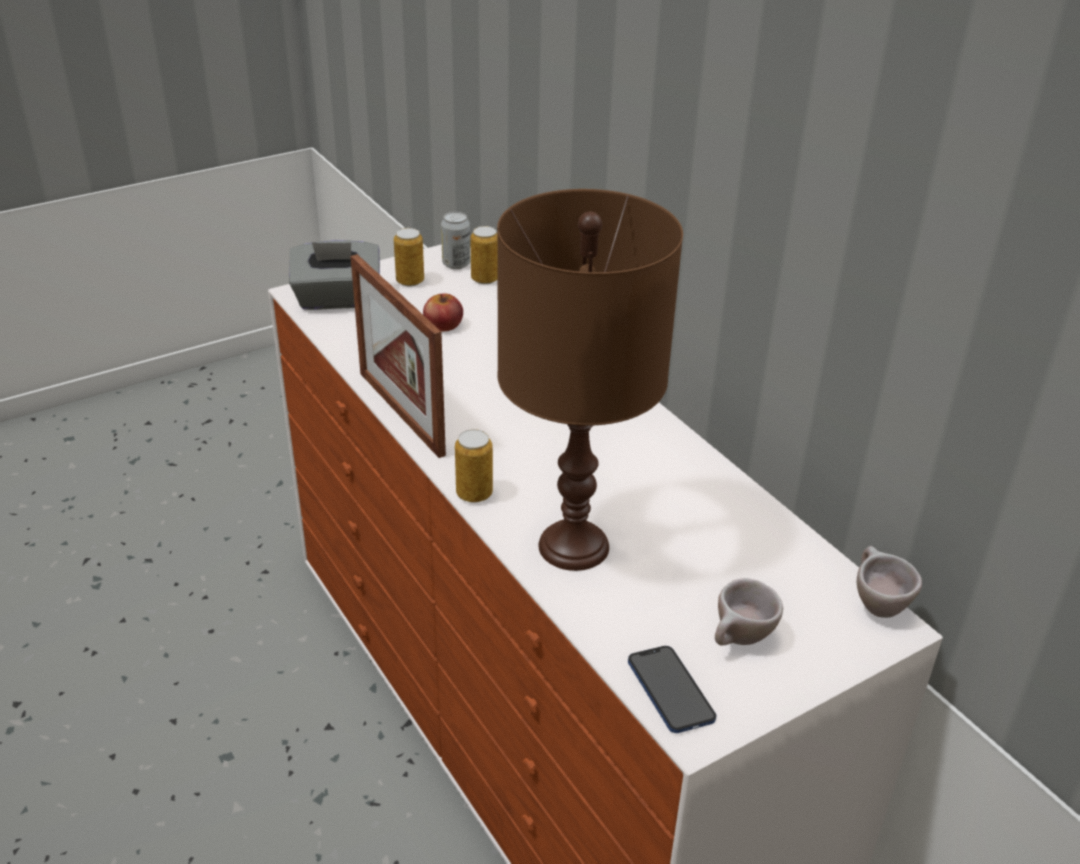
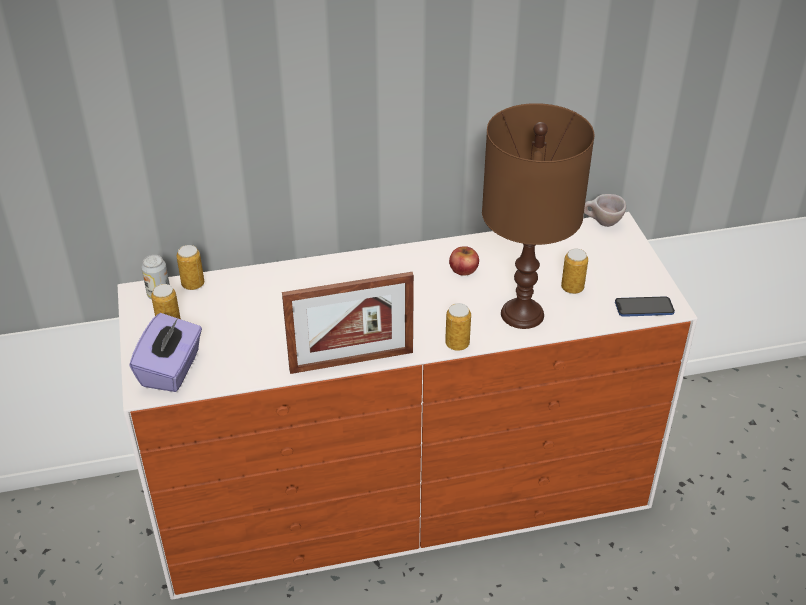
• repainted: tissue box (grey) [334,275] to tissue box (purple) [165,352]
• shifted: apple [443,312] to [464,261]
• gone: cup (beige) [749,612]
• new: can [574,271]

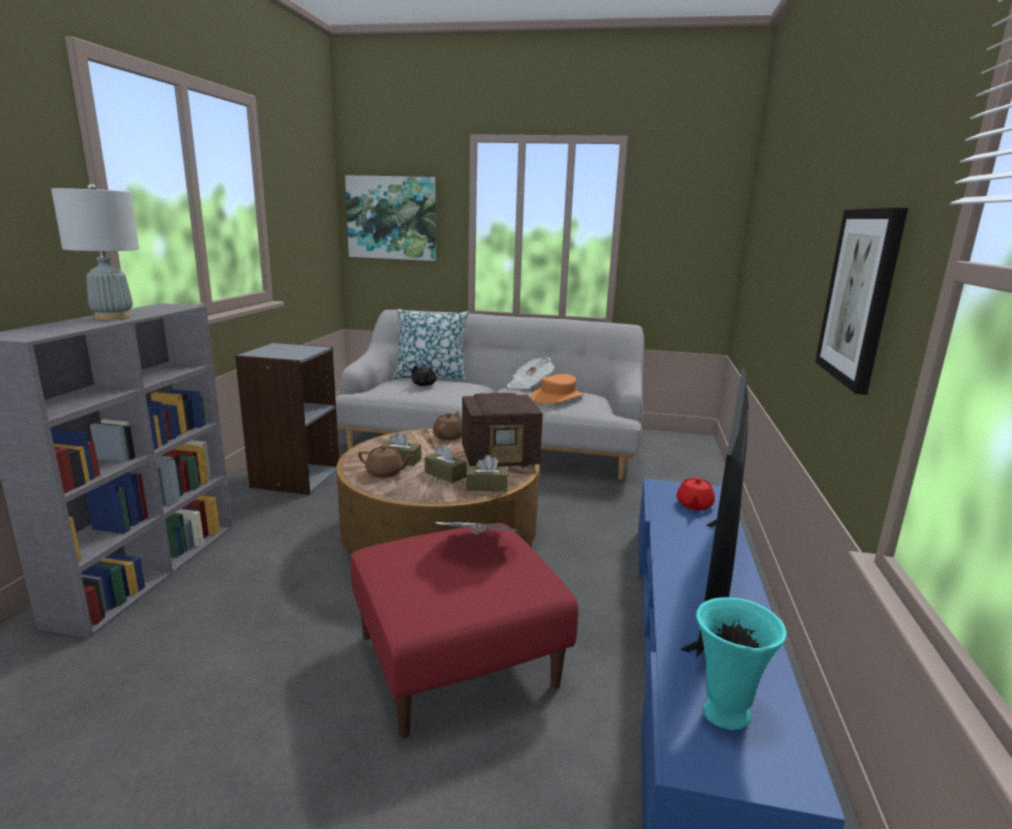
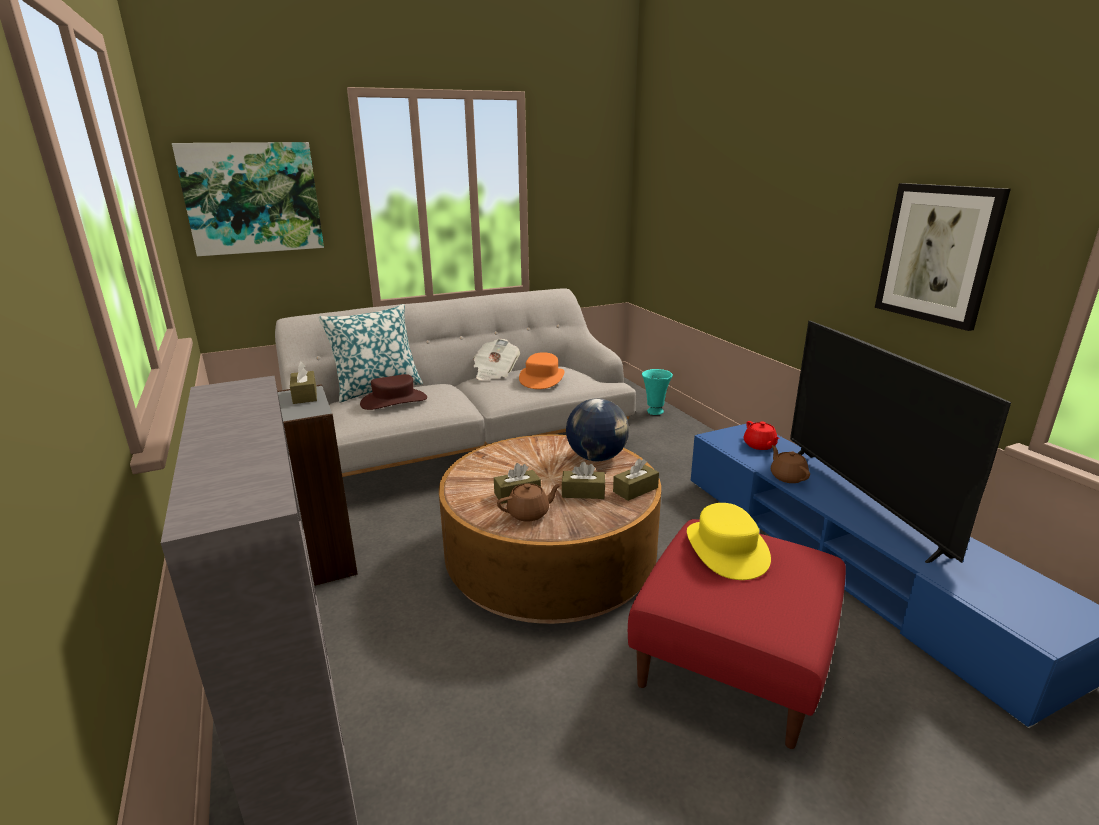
• gone: table lamp (grey) [95,252]
• swapped: plush toy (black) [424,375] to hat (brown) [393,392]
• swapped: radio [502,430] to globe [597,429]
• shifted: teapot (brown) [447,425] to [790,464]
• swapped: newspaper [477,528] to hat (yellow) [729,541]
• shifted: vase (turquoise) [741,663] to [657,392]
• new: tissue box (brown) [303,382]

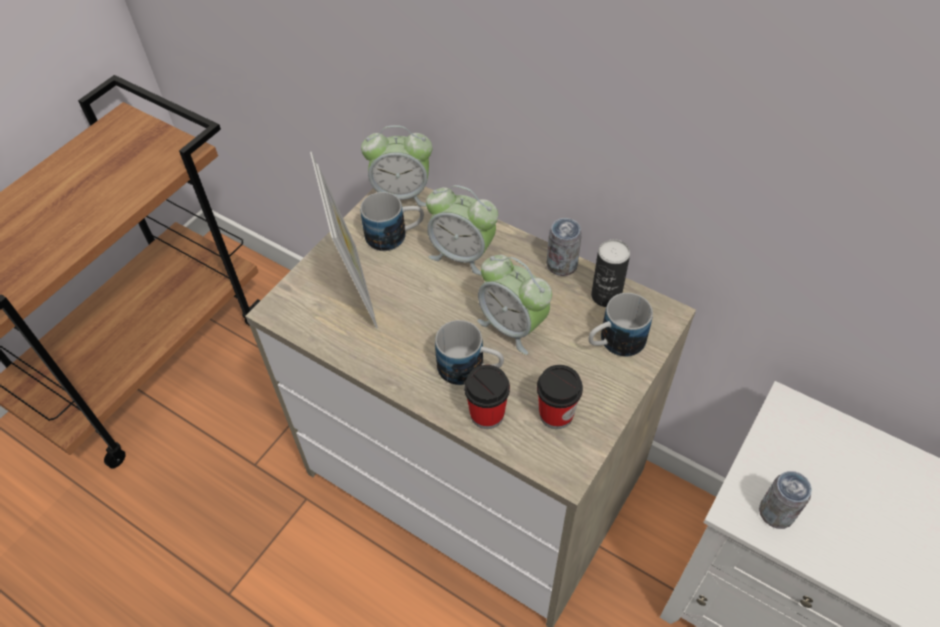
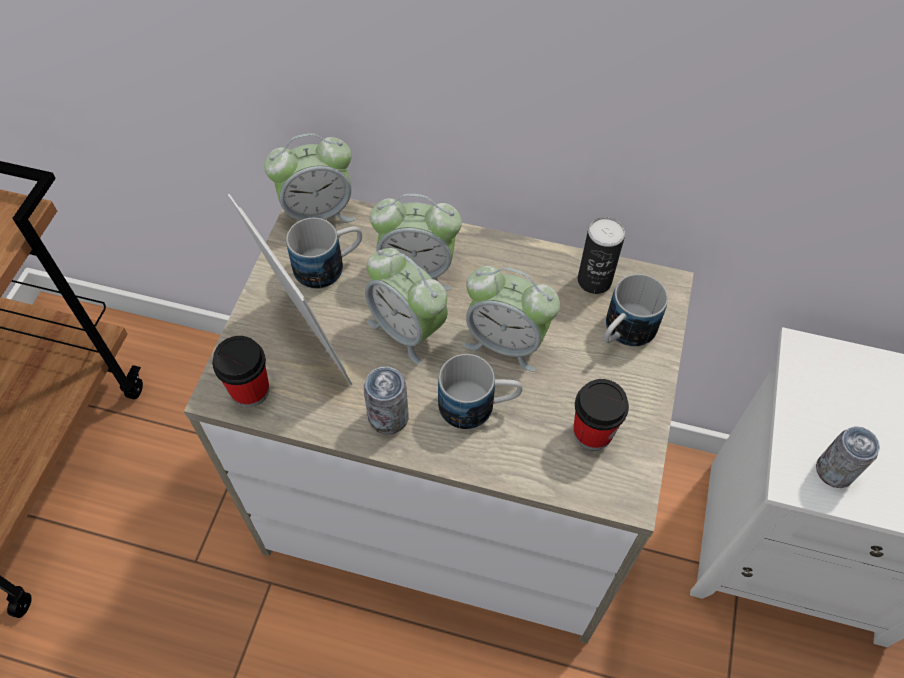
• shifted: can [564,247] to [386,401]
• shifted: cup [487,397] to [240,371]
• new: alarm clock [406,306]

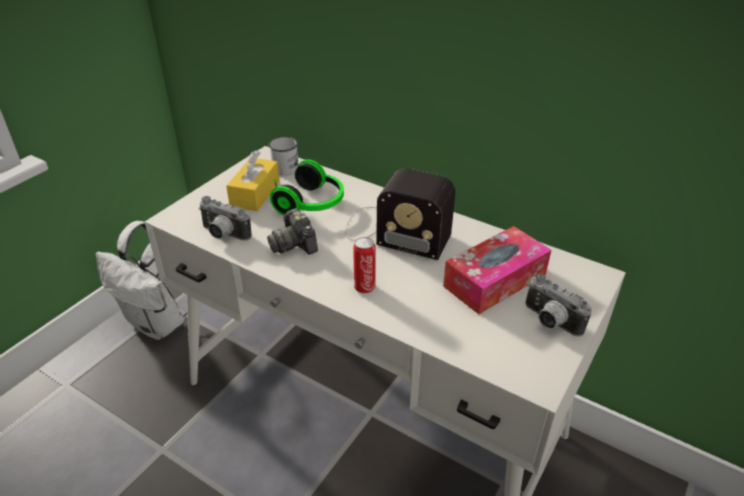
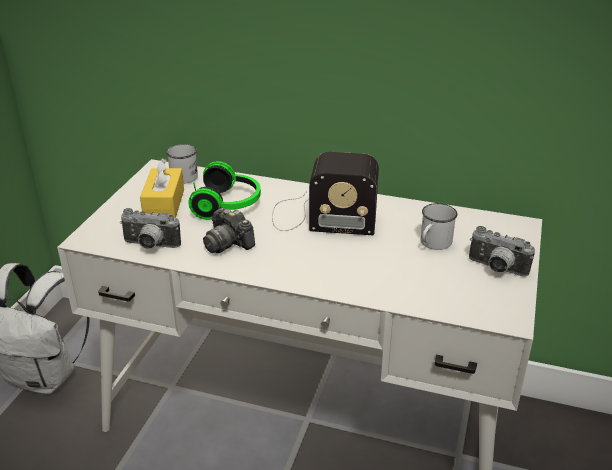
• swapped: tissue box [497,270] to mug (white) [439,226]
• gone: can [364,265]

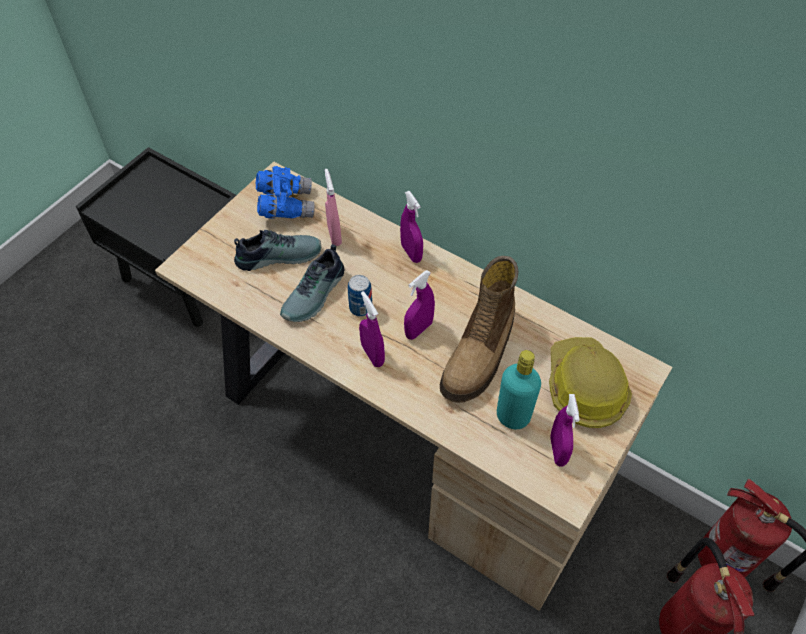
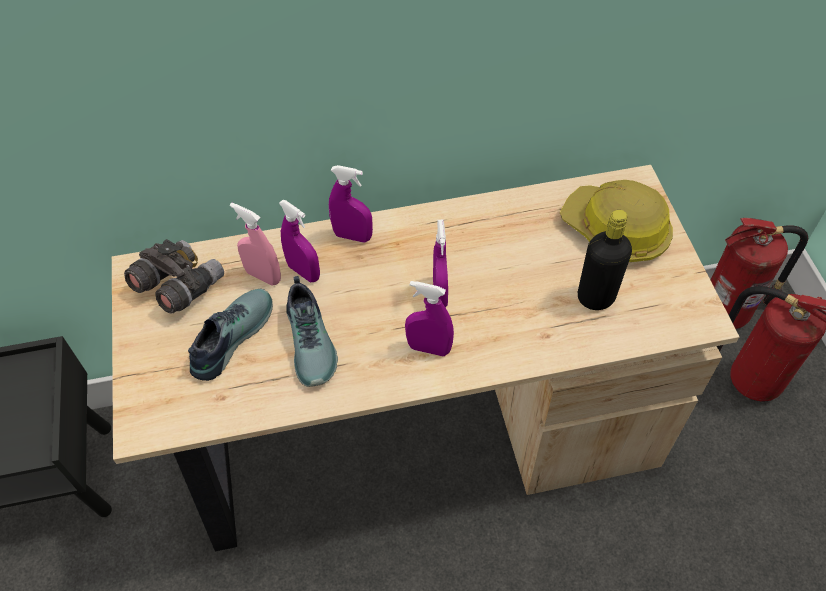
• repainted: binoculars (blue) [285,192] to binoculars (grey) [174,276]
• gone: boot [479,329]
• gone: can [360,296]
• repainted: bottle (turquoise) [519,389] to bottle (black) [605,260]
• shifted: spray bottle (purple) [565,430] to [299,241]

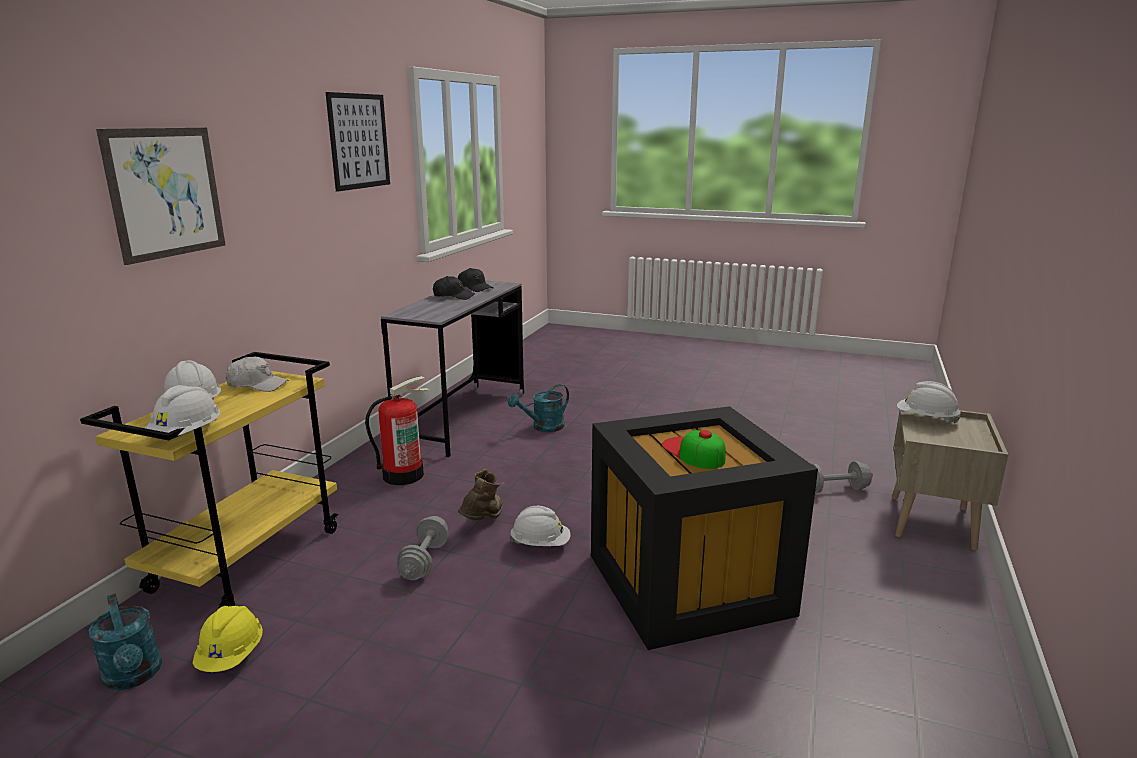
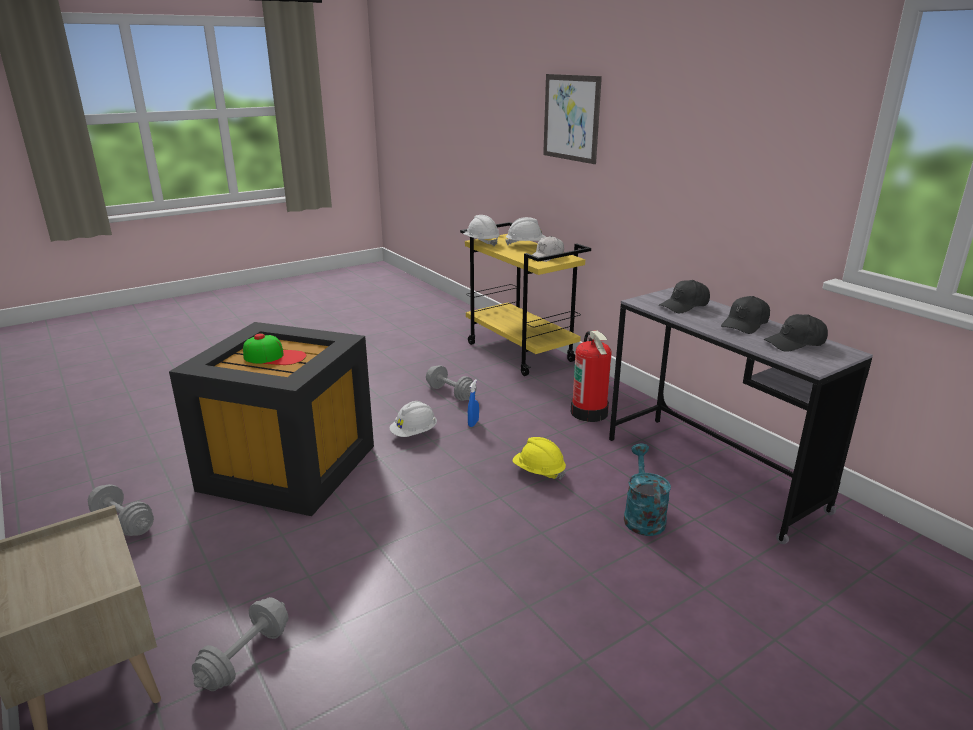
• gone: picture [357,142]
• gone: hard hat (white) [929,402]
• swapped: boot (brown) [481,494] to spray bottle (blue) [473,403]
• gone: watering can (turquoise) [125,641]
• shifted: hard hat (yellow) [227,639] to [539,458]
• new: cap (black) [684,296]
• new: dumbbell (grey) [121,510]

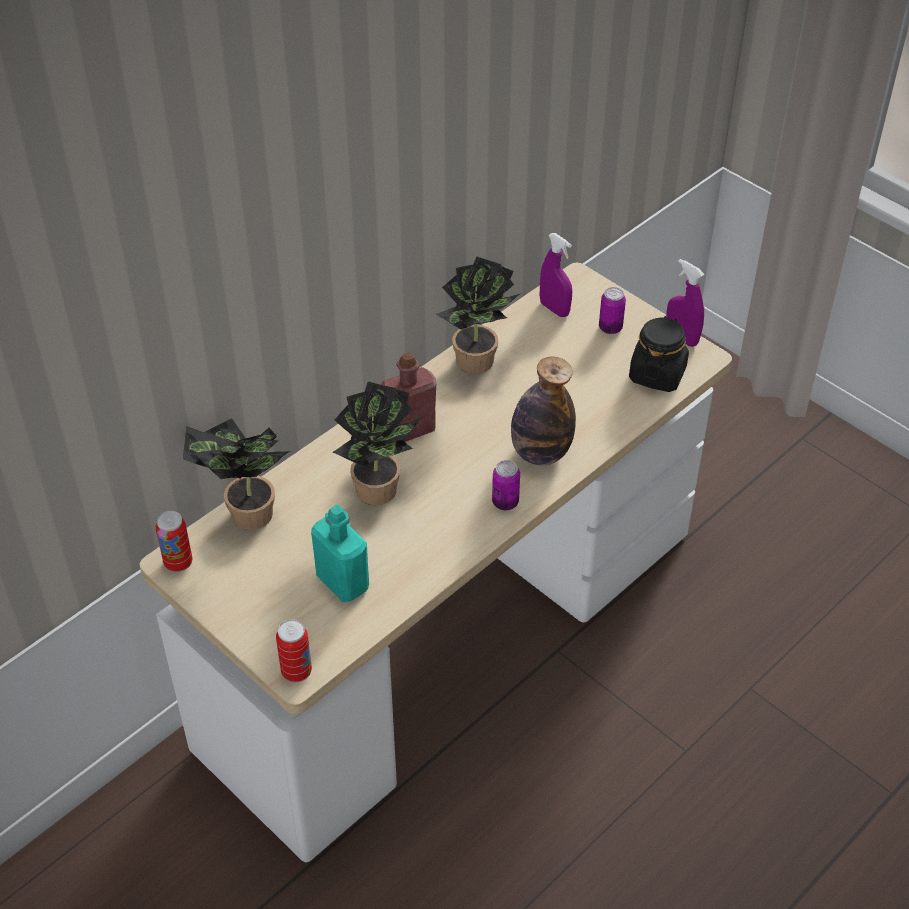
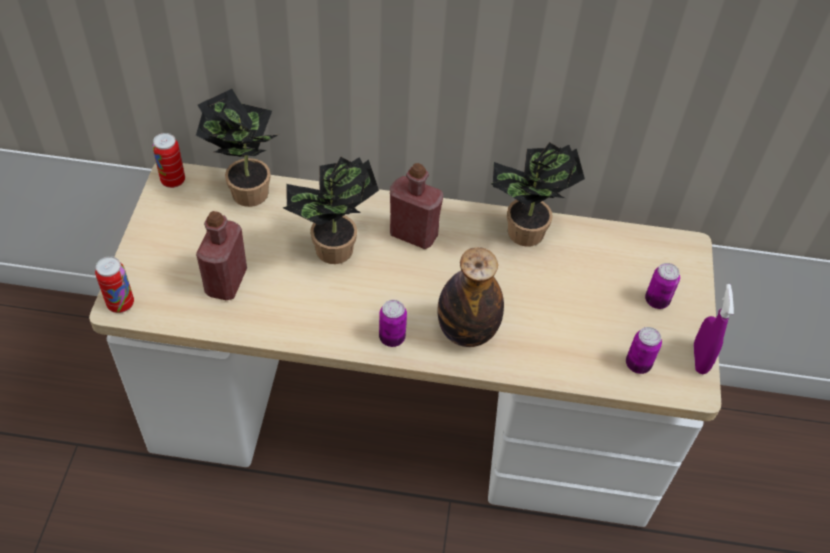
• gone: spray bottle (purple) [556,275]
• swapped: jar (black) [659,354] to can [644,350]
• repainted: bottle (turquoise) [340,553] to bottle (red) [221,255]

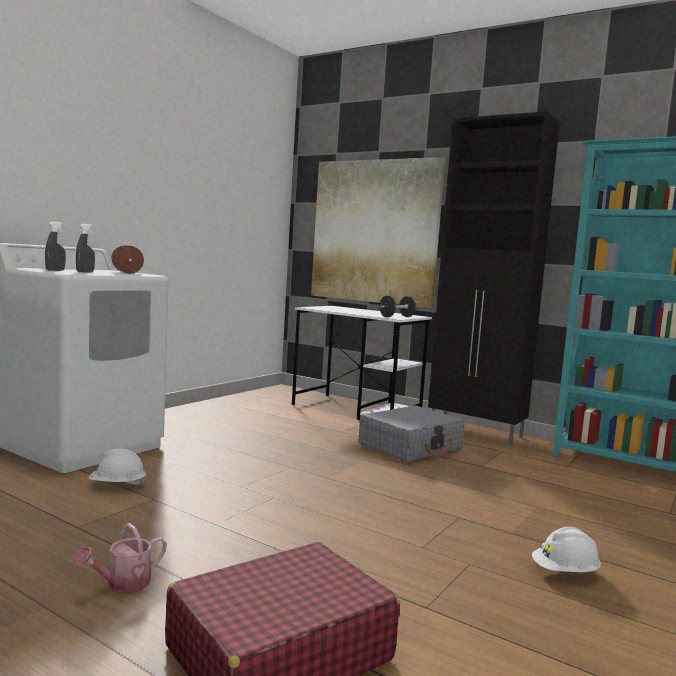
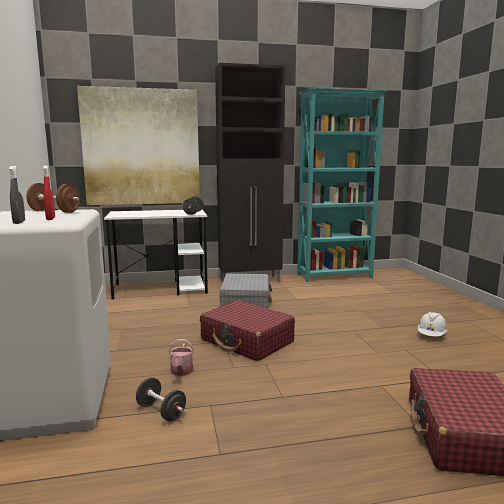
• repainted: spray bottle (grey) [85,248] to spray bottle (red) [49,192]
• swapped: hard hat (white) [118,467] to dumbbell (black) [161,399]
• shifted: watering can [120,558] to [181,357]
• new: suitcase (red) [247,330]

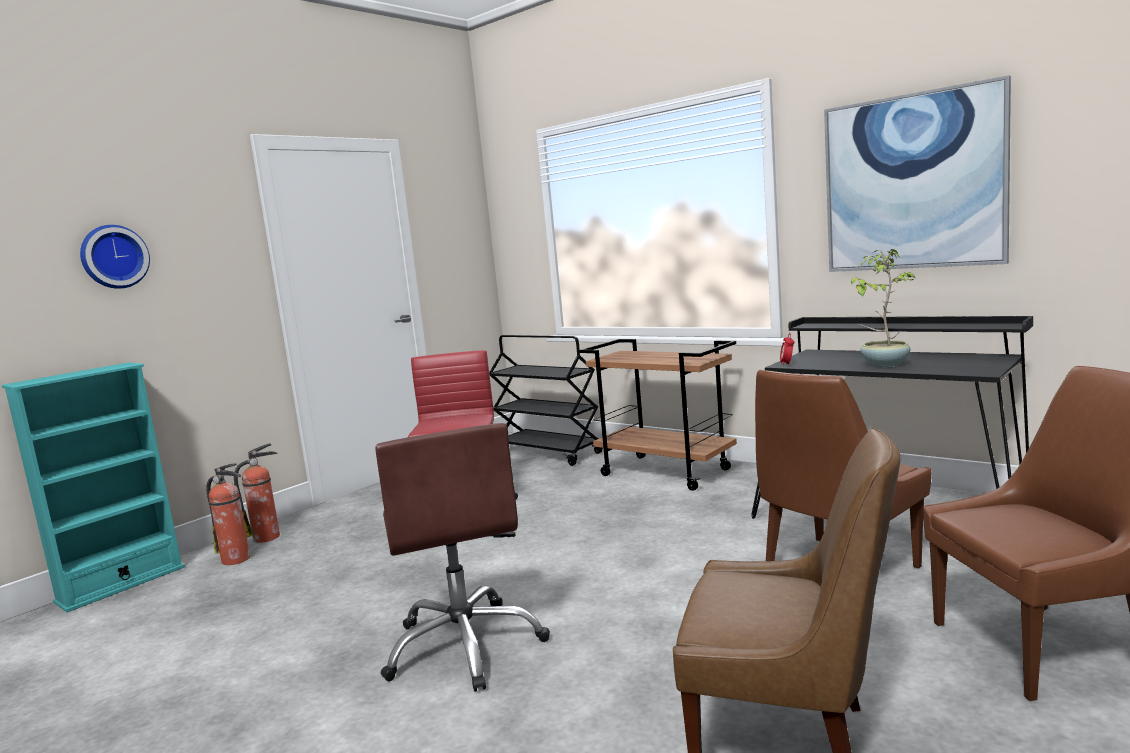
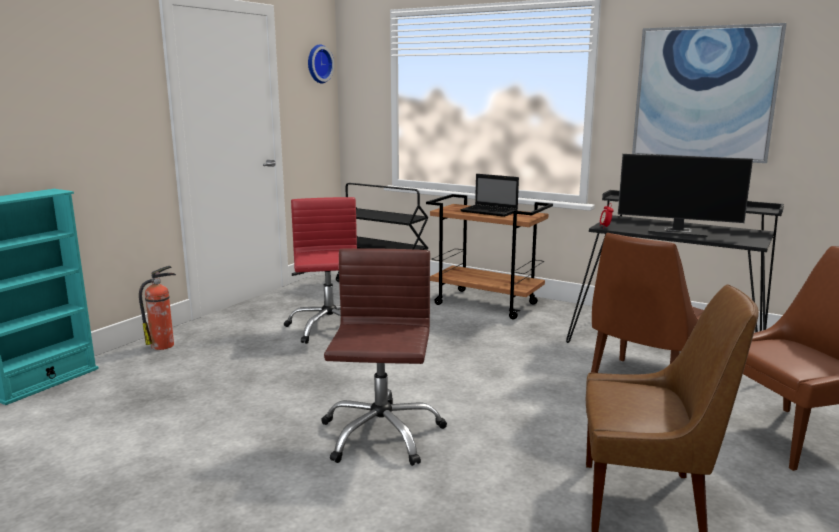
• shifted: wall clock [115,257] to [321,63]
• swapped: potted plant [883,308] to monitor [685,196]
• rotated: office chair (brown) [462,557] = [384,357] 150 degrees counterclockwise
• gone: fire extinguisher [228,514]
• new: laptop [489,195]

